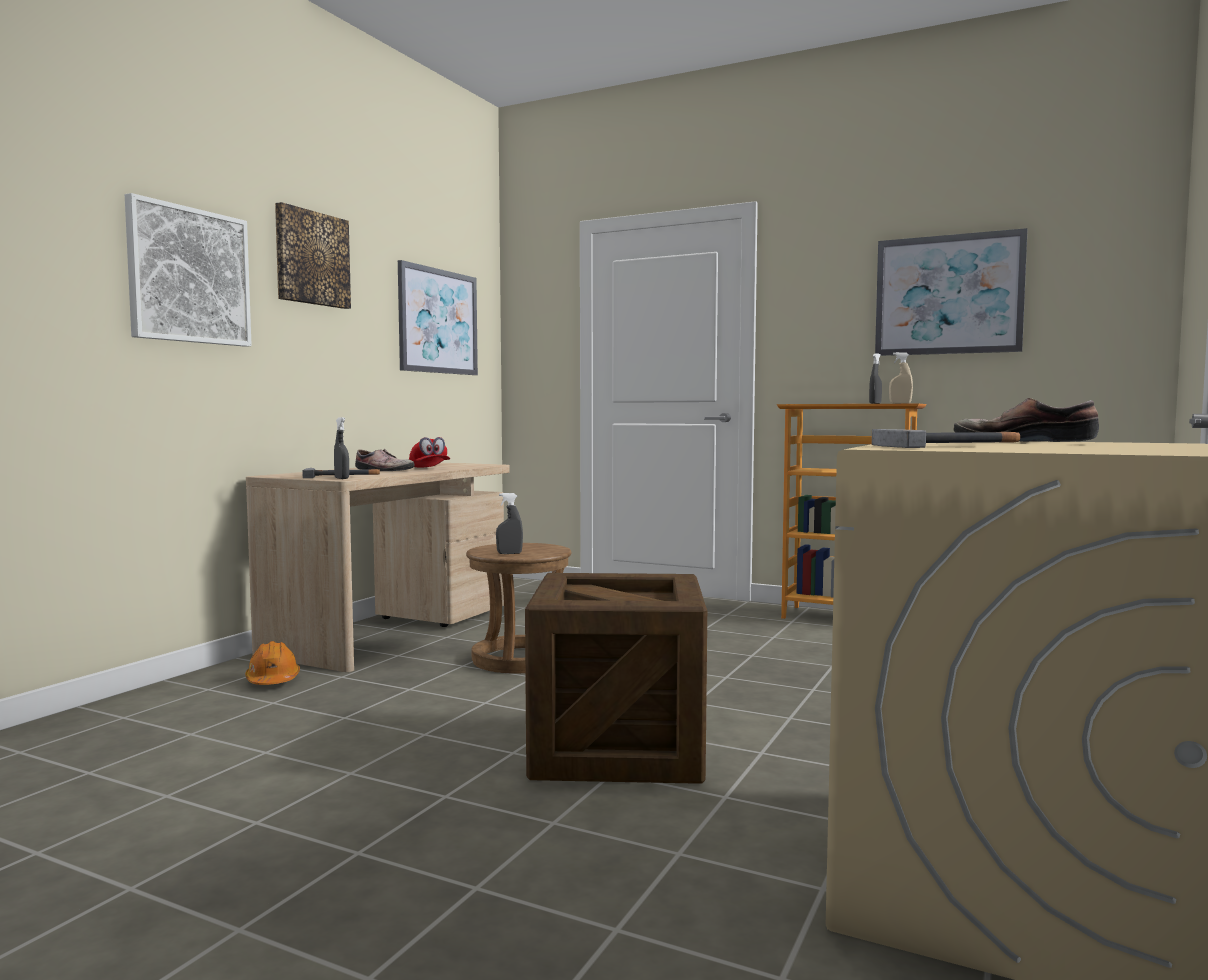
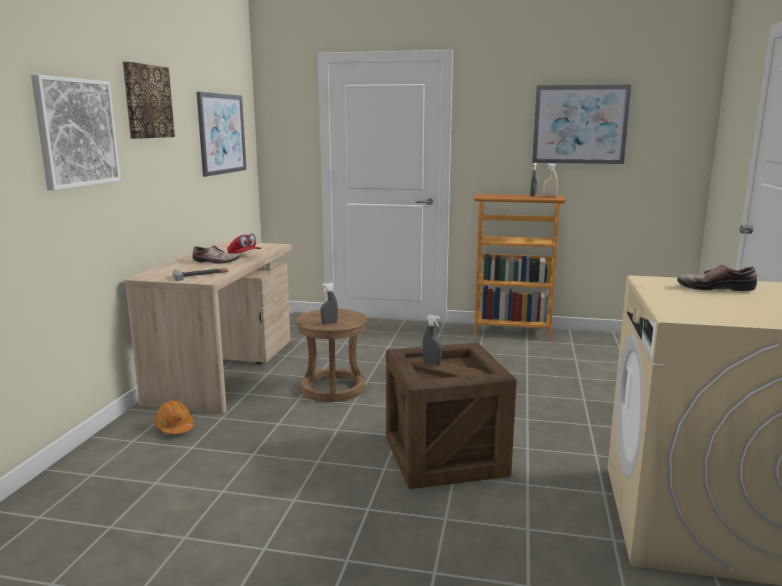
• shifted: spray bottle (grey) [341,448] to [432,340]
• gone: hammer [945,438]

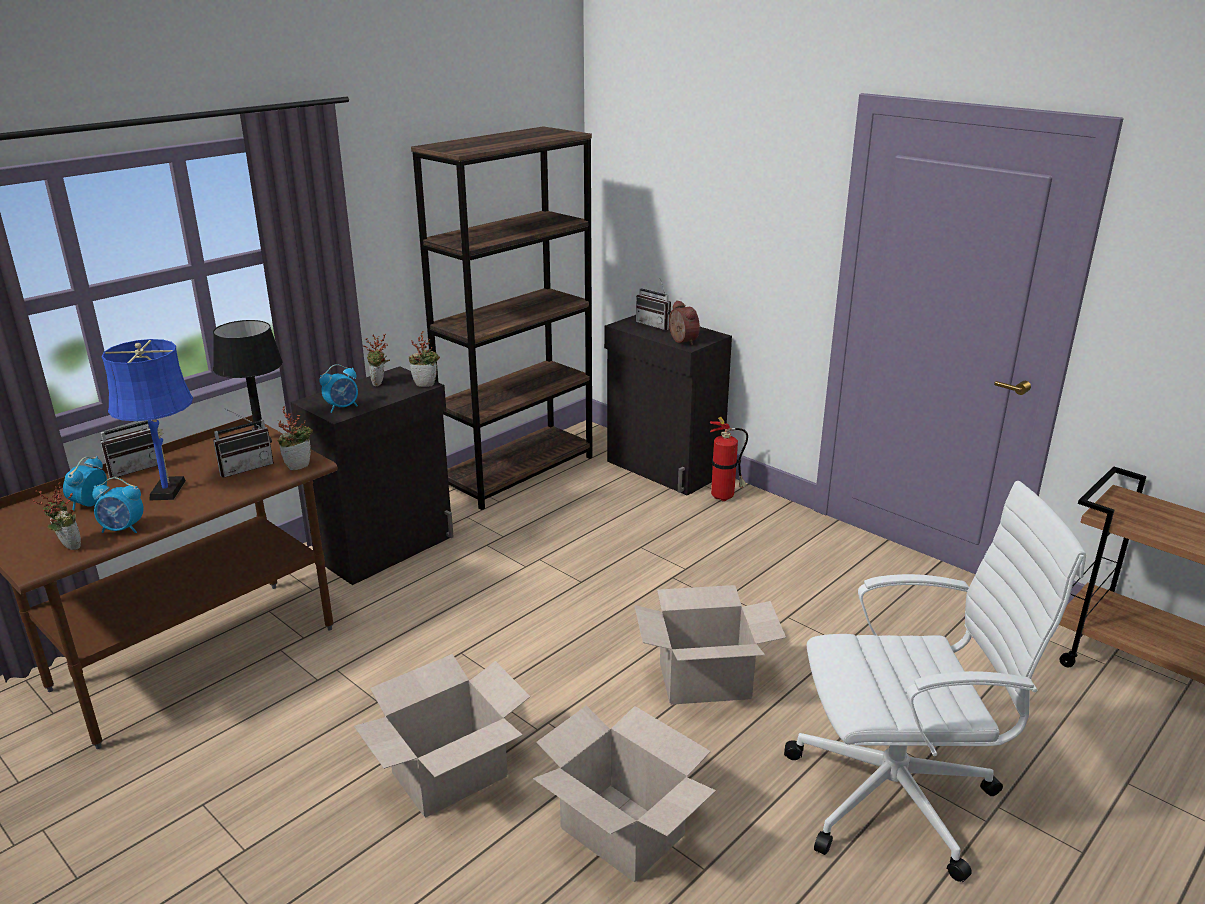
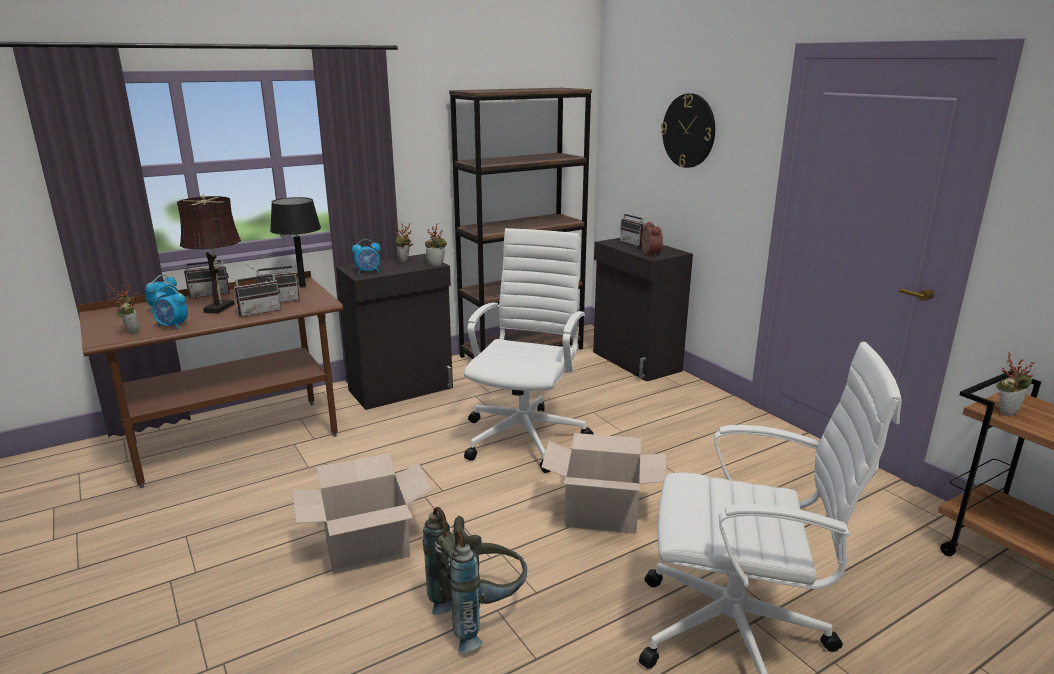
• repainted: table lamp (blue) [147,419] to table lamp (brown) [209,254]
• shifted: potted plant [295,438] to [1015,384]
• gone: fire extinguisher [728,459]
• swapped: cardboard box [624,793] to backpack (grey) [475,579]
• new: wall clock [688,130]
• new: office chair (white) [528,350]
• new: radio [257,290]

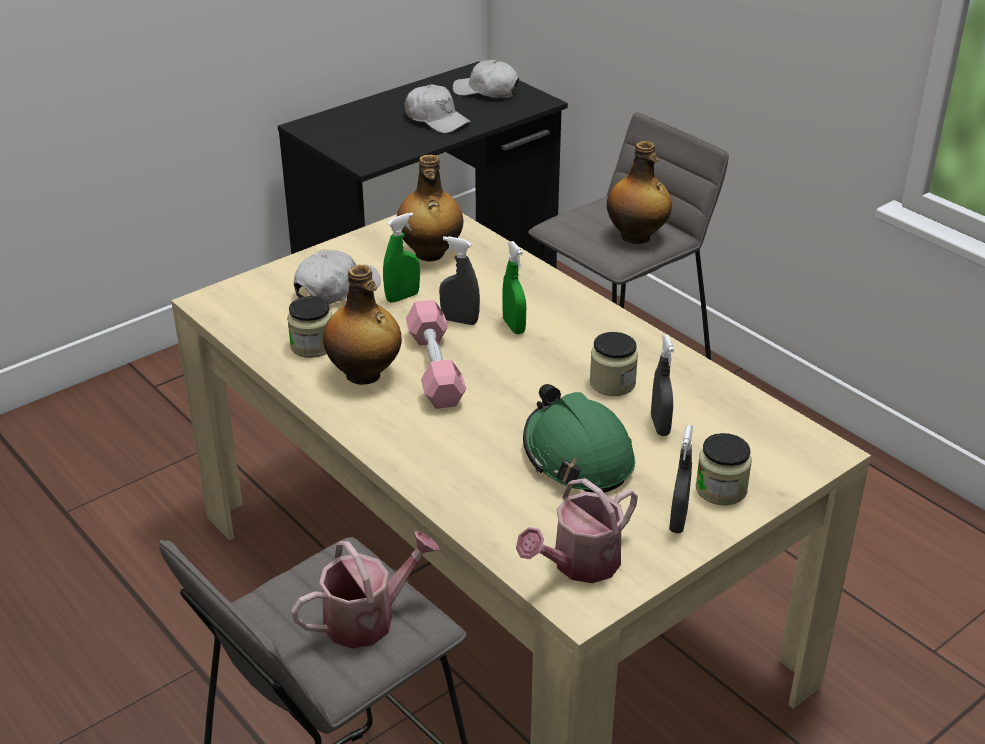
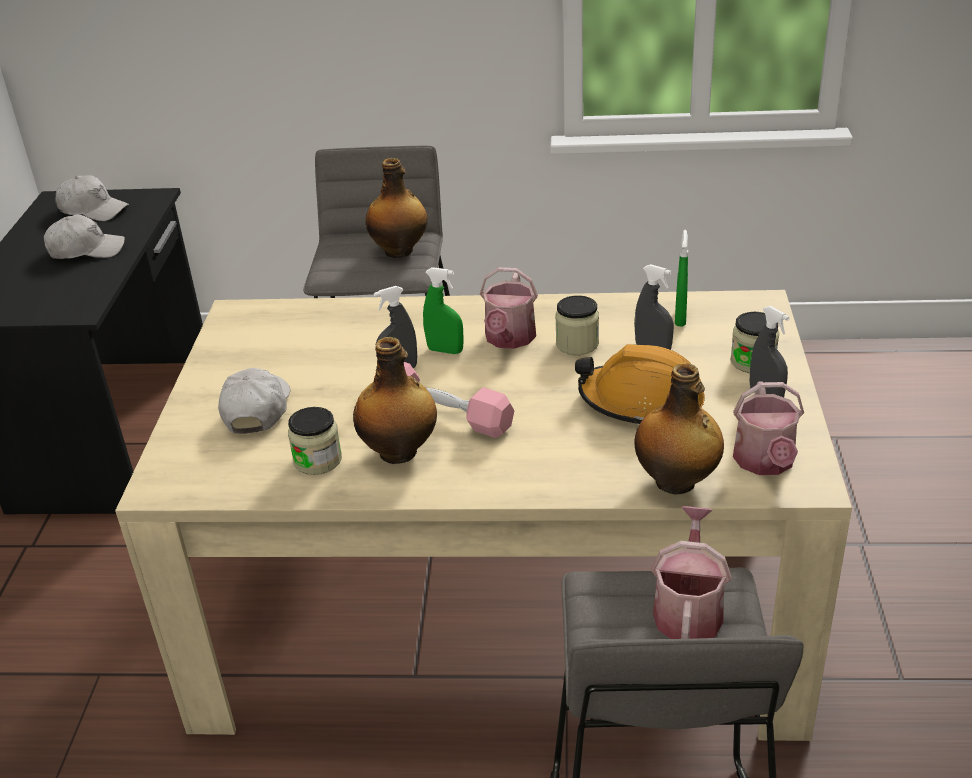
• rotated: cap (white) [486,78] = [92,198] 135 degrees counterclockwise
• shifted: bottle [430,208] to [679,428]
• shifted: spray bottle (green) [401,258] to [681,278]
• repainted: hard hat (green) [579,438] to hard hat (orange) [640,384]
• new: watering can [509,308]

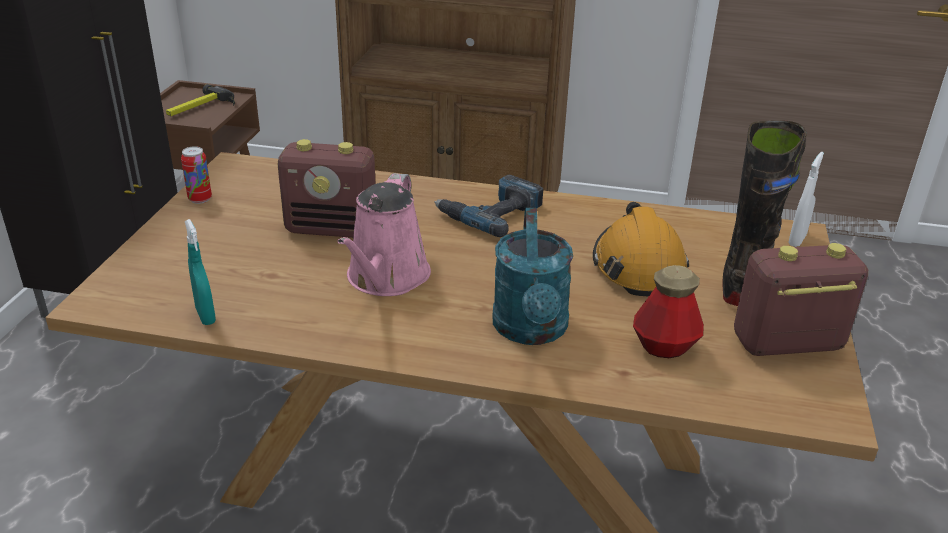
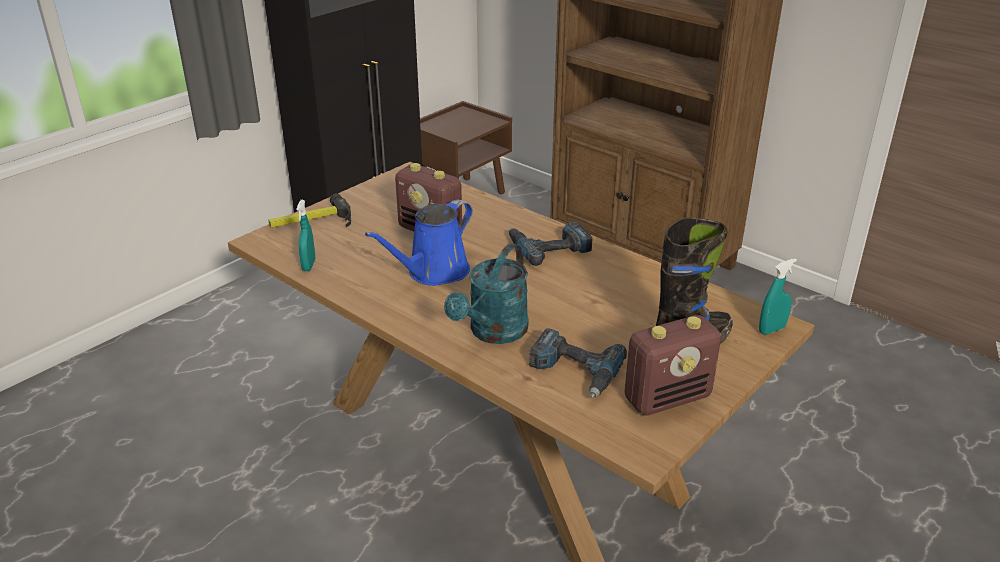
• shifted: hammer [200,100] to [309,211]
• gone: can [196,175]
• repainted: spray bottle (white) [806,199] to spray bottle (turquoise) [778,296]
• repainted: watering can (pink) [384,234] to watering can (blue) [419,243]
• gone: hard hat (orange) [641,249]
• rotated: radio [801,299] = [672,365] 135 degrees clockwise
• swapped: bottle [668,311] to power drill [578,363]

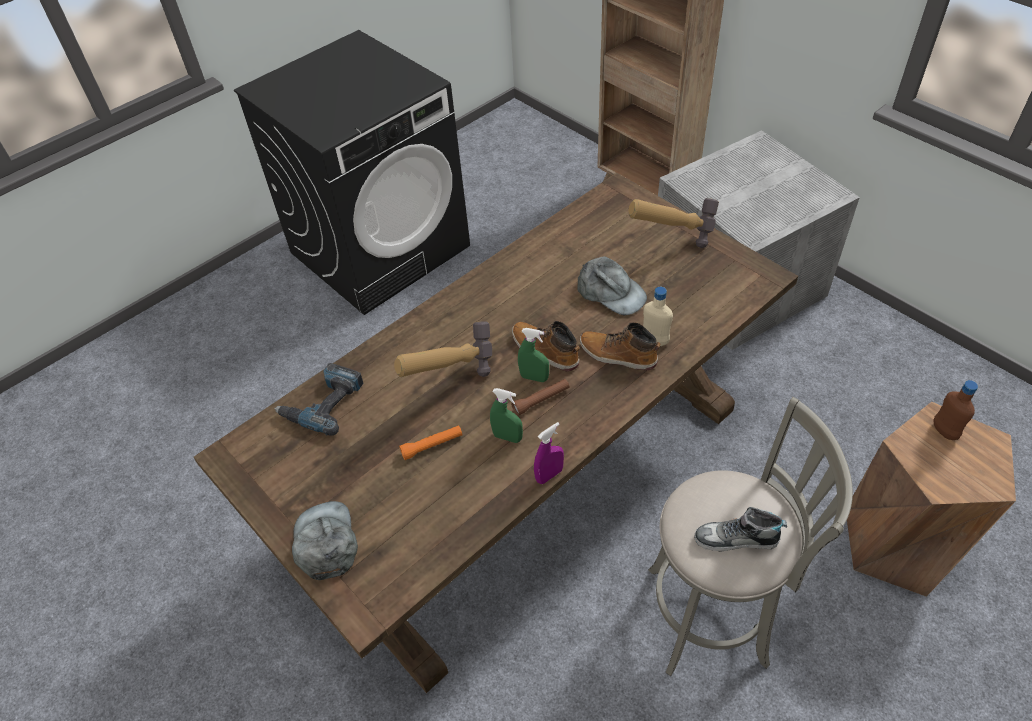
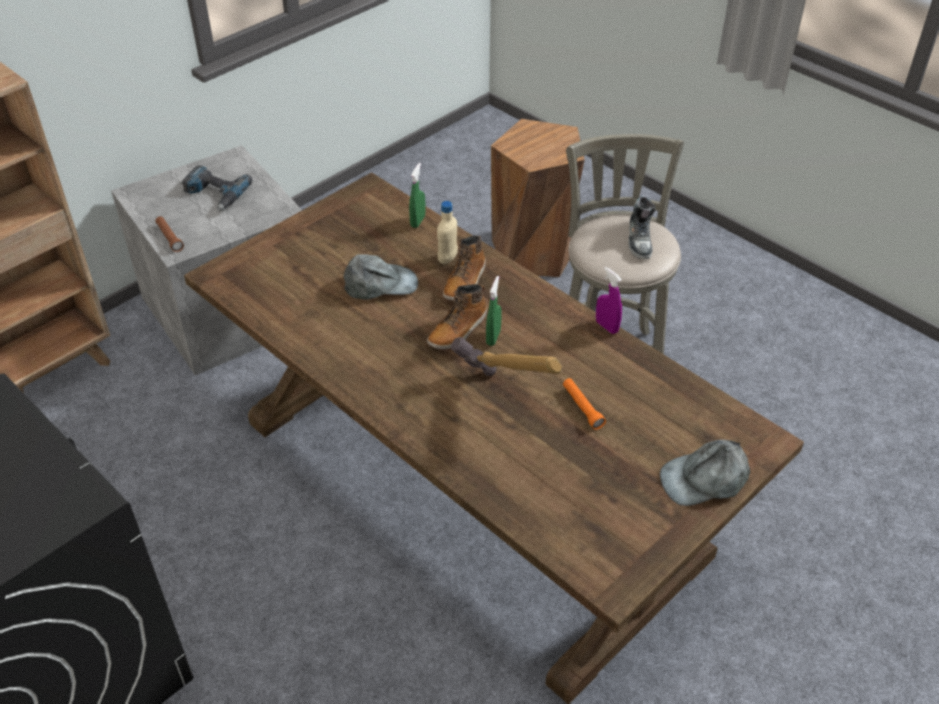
• gone: hammer [673,223]
• rotated: cap (grey) [612,286] = [381,277] 45 degrees clockwise
• shifted: power drill [318,399] to [217,188]
• shifted: flashlight (brown) [540,397] to [169,234]
• gone: bottle (brown) [956,410]
• shifted: spray bottle (green) [506,415] to [417,195]

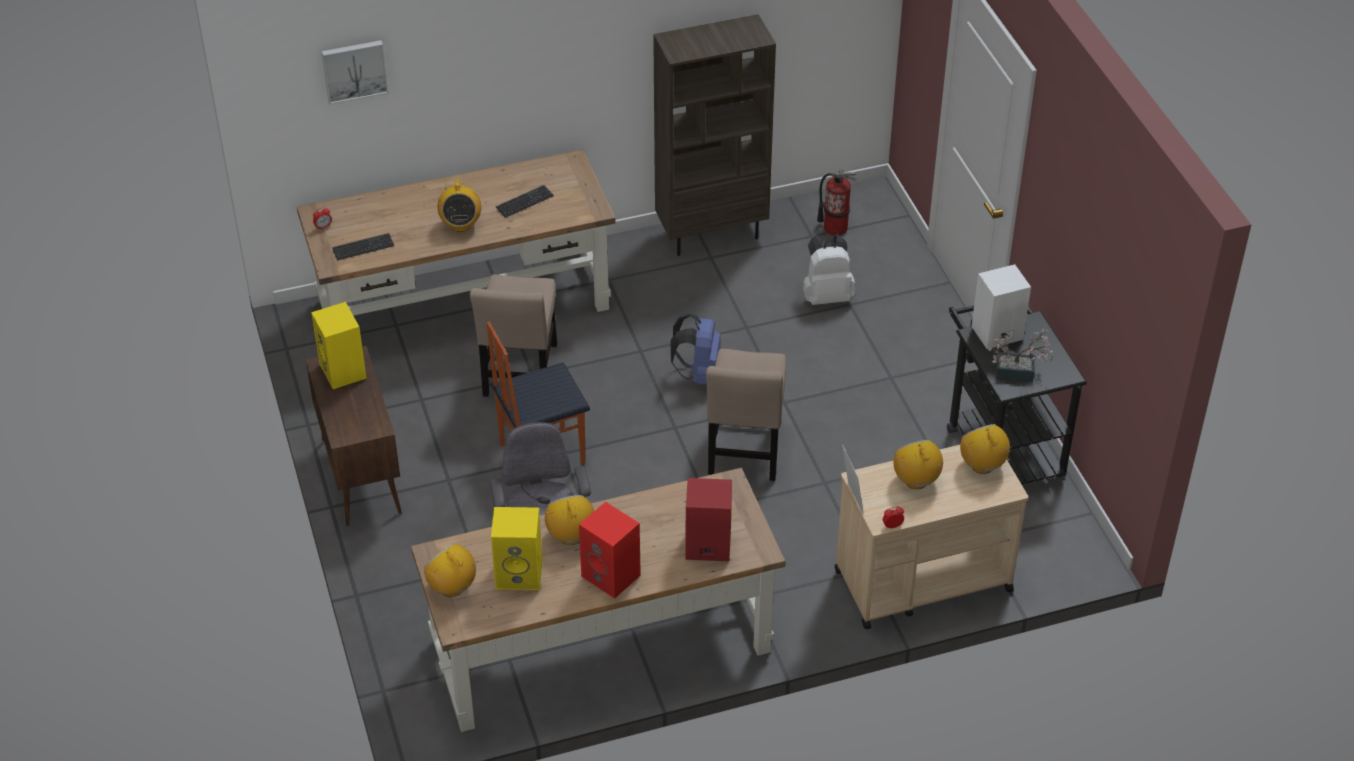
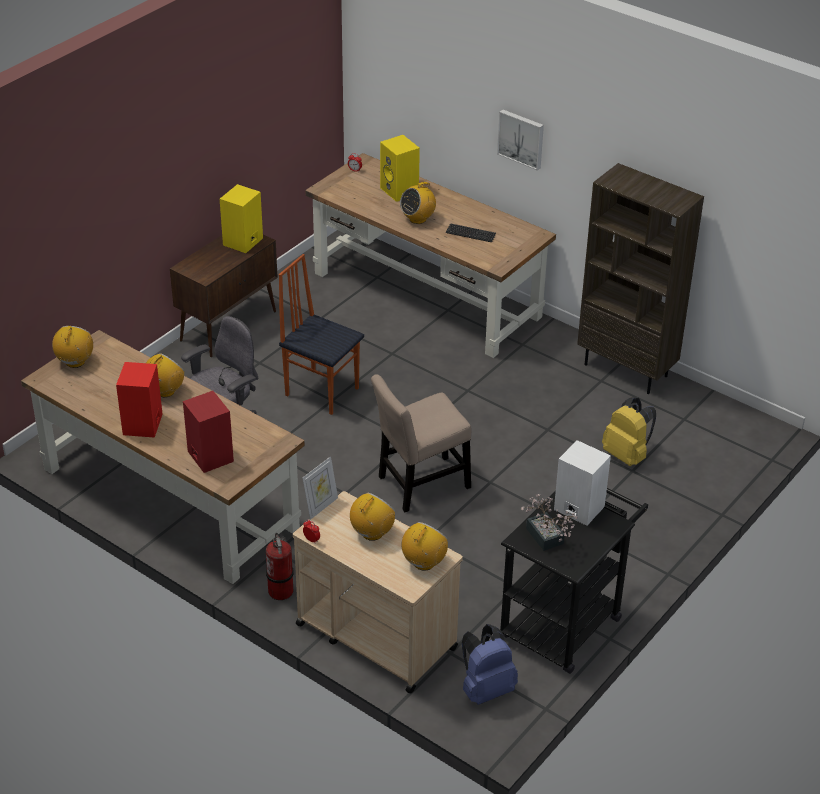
• shifted: picture [355,72] to [520,140]
• shifted: fire extinguisher [837,203] to [280,566]
• gone: keyboard [363,246]
• repainted: backpack (white) [829,269] to backpack (yellow) [629,432]
• gone: chair (beige) [513,335]
• shifted: backpack (blue) [695,348] to [490,664]
• shifted: speaker (yellow) [516,548] to [400,168]

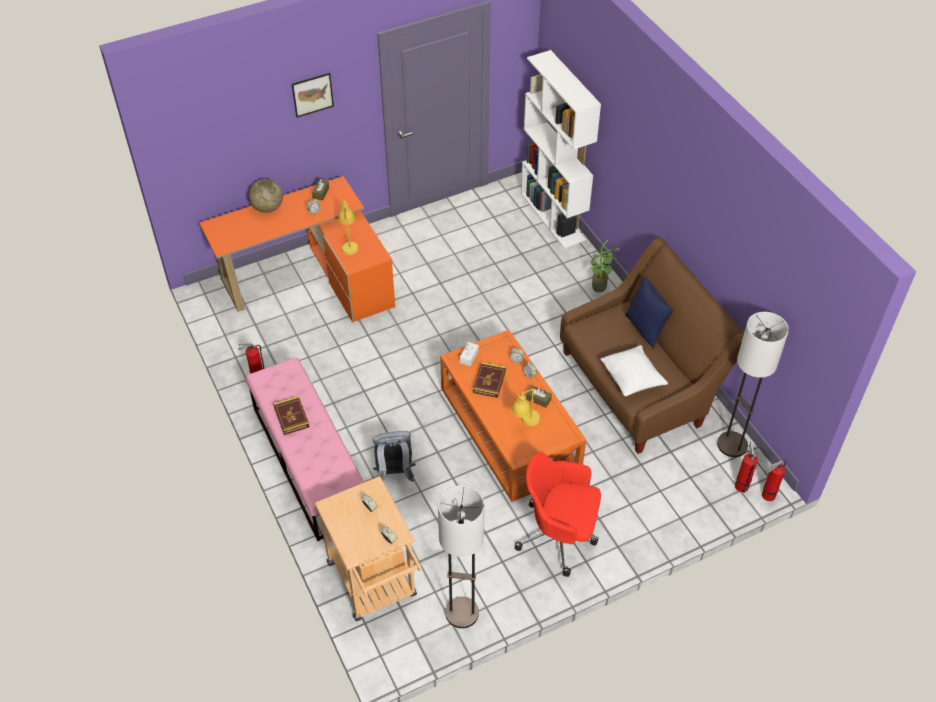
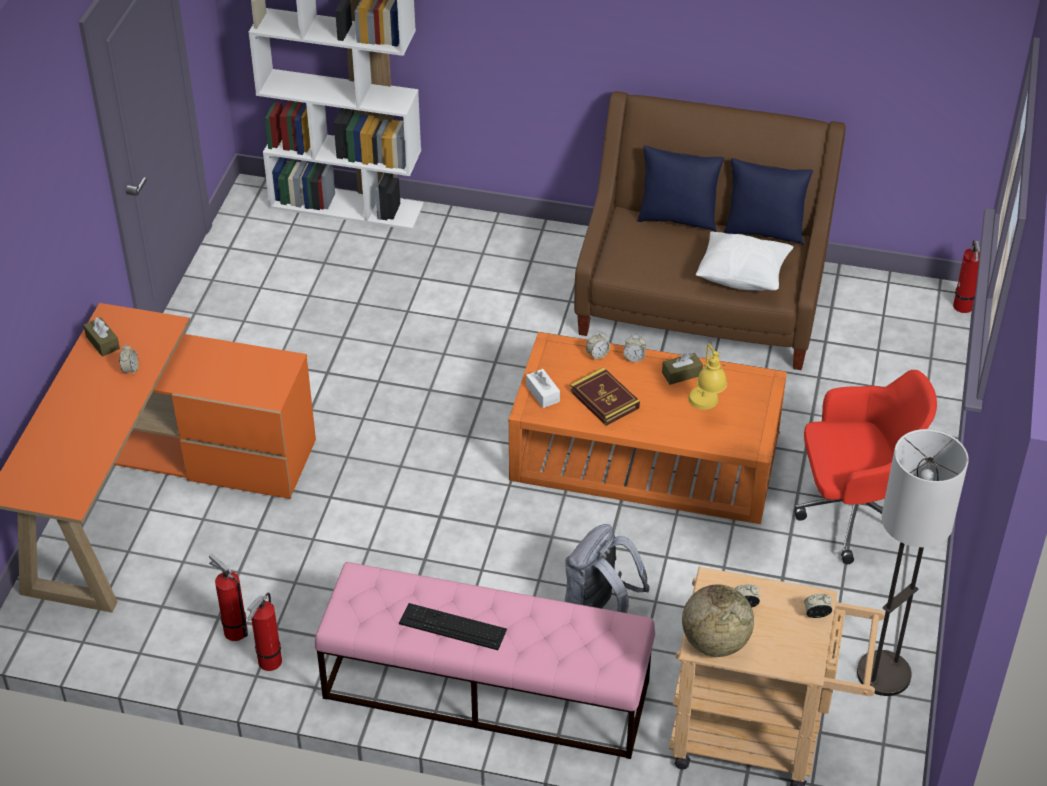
• gone: picture [313,95]
• shifted: globe [266,196] to [718,620]
• gone: table lamp (yellow) [348,228]
• gone: potted plant [606,266]
• gone: floor lamp [753,384]
• swapped: book [291,415] to keyboard [453,626]
• shifted: fire extinguisher [746,467] to [228,597]
• rotated: office chair (red) [557,514] = [865,467] 150 degrees counterclockwise
• new: pillow (blue) [768,201]

